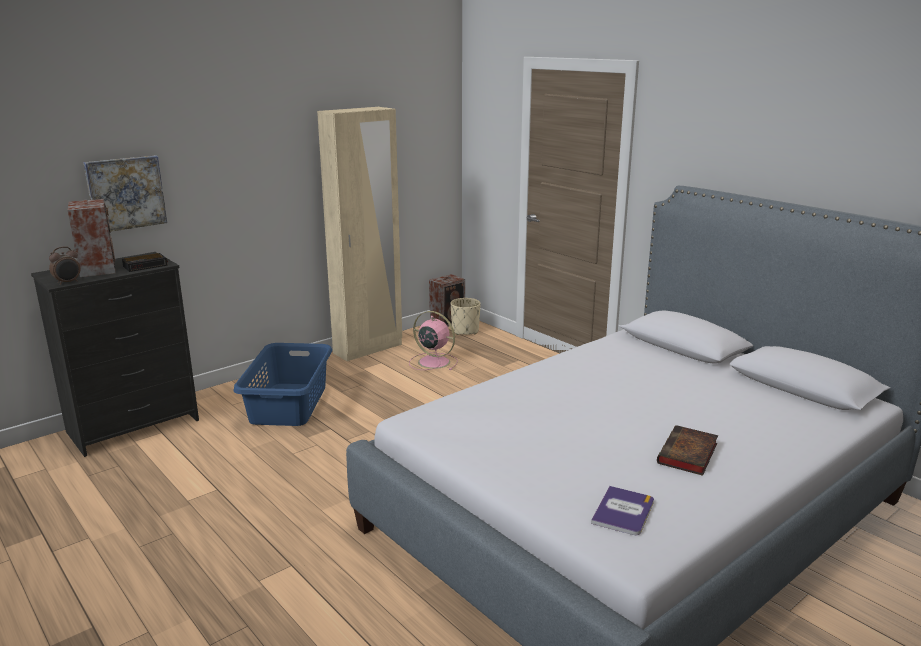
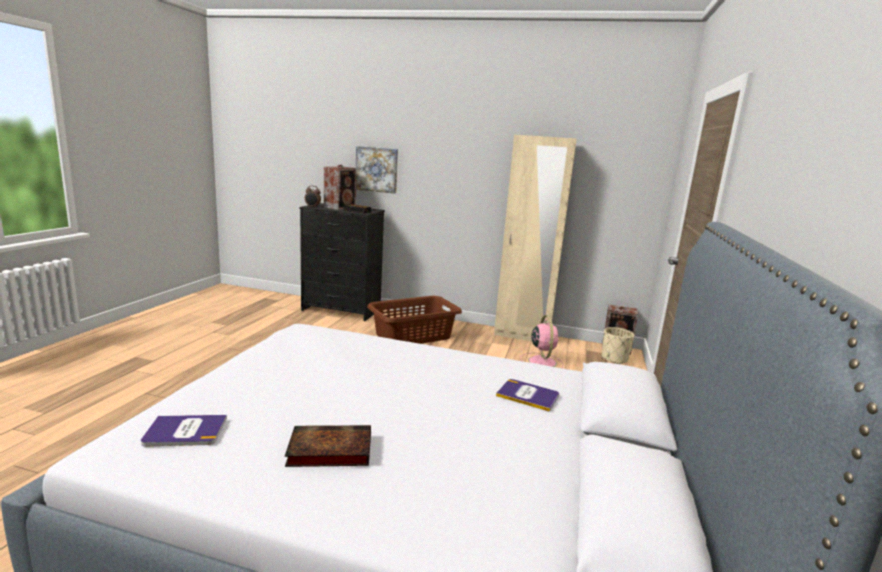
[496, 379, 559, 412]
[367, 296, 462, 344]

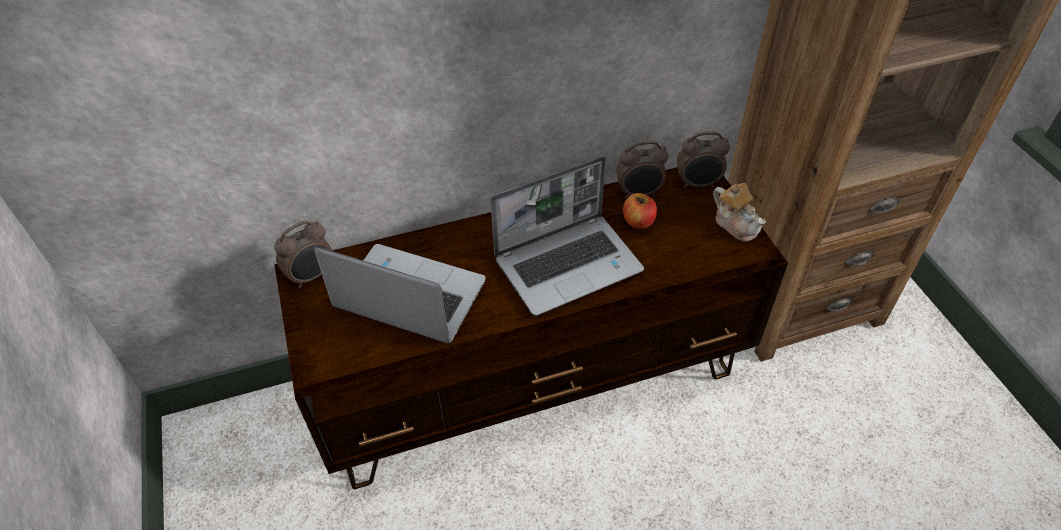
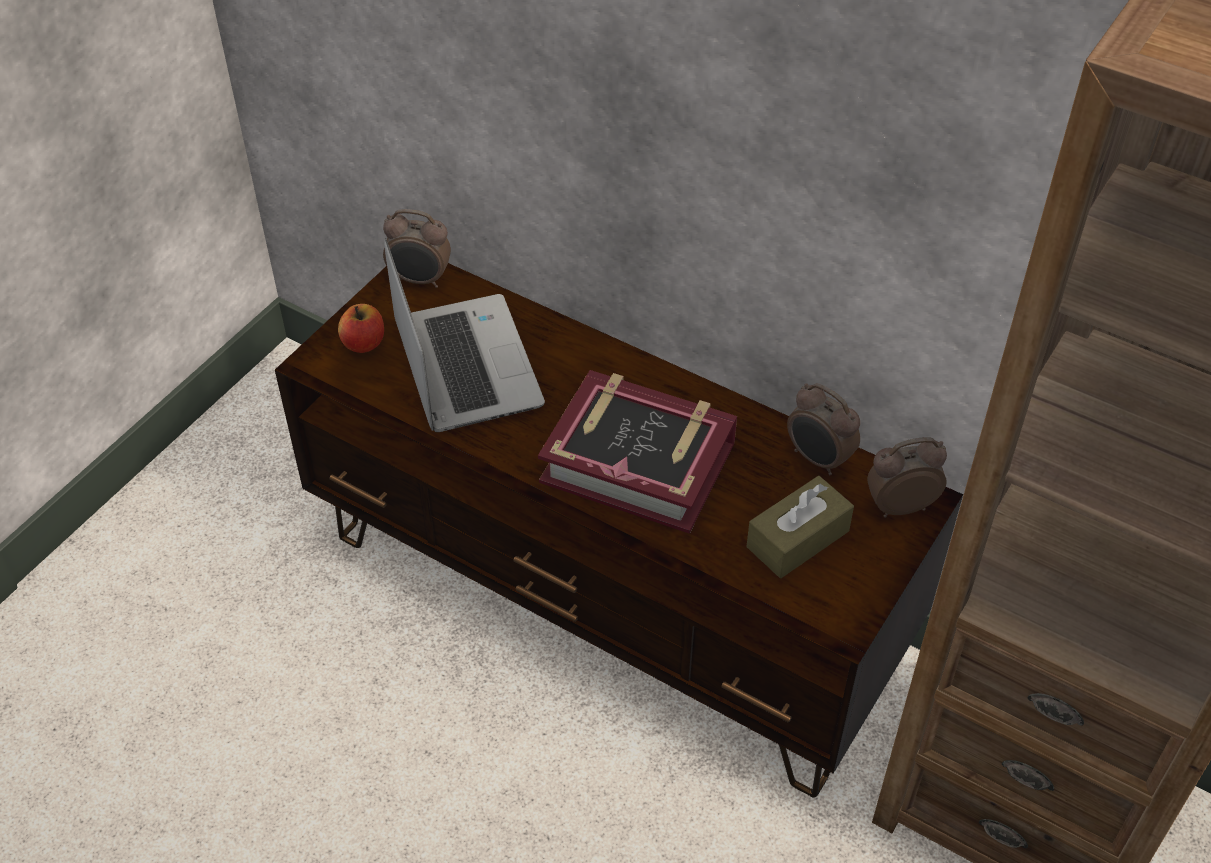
[713, 183, 766, 242] (first image)
[747, 476, 854, 578]
[338, 304, 384, 353]
[538, 370, 737, 534]
[867, 437, 947, 518]

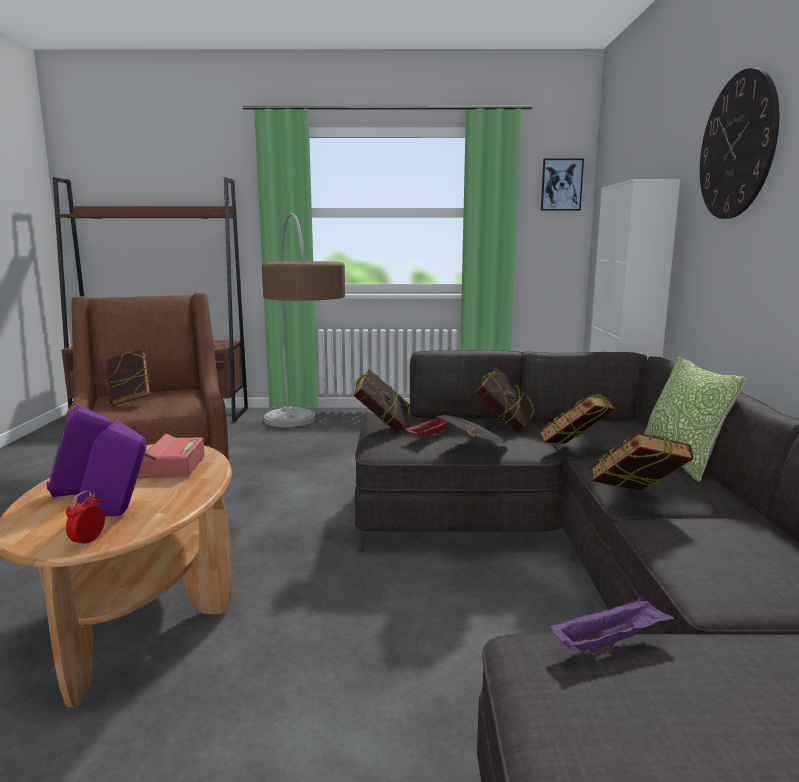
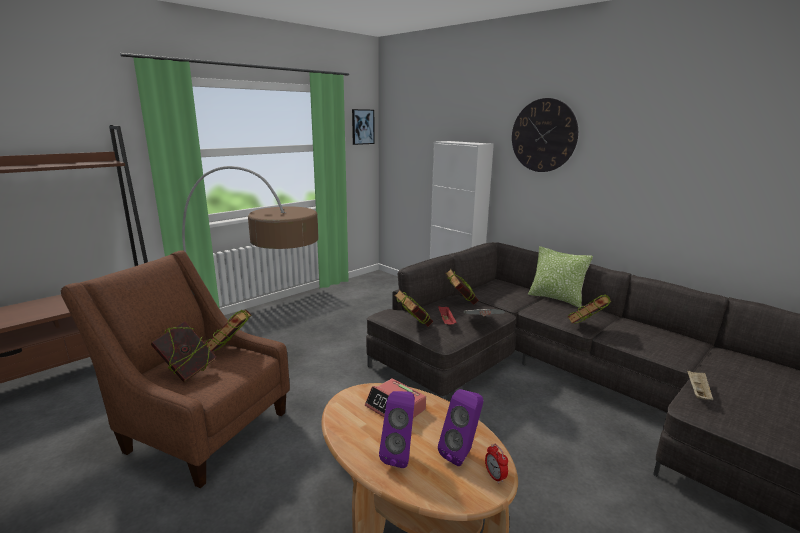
[206, 309, 251, 351]
[687, 371, 713, 400]

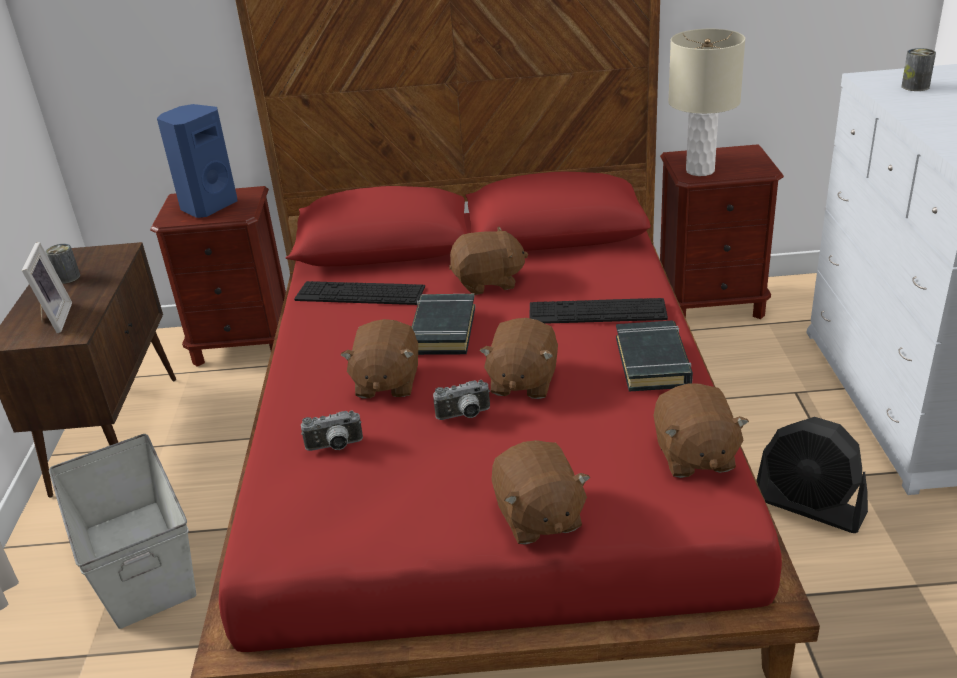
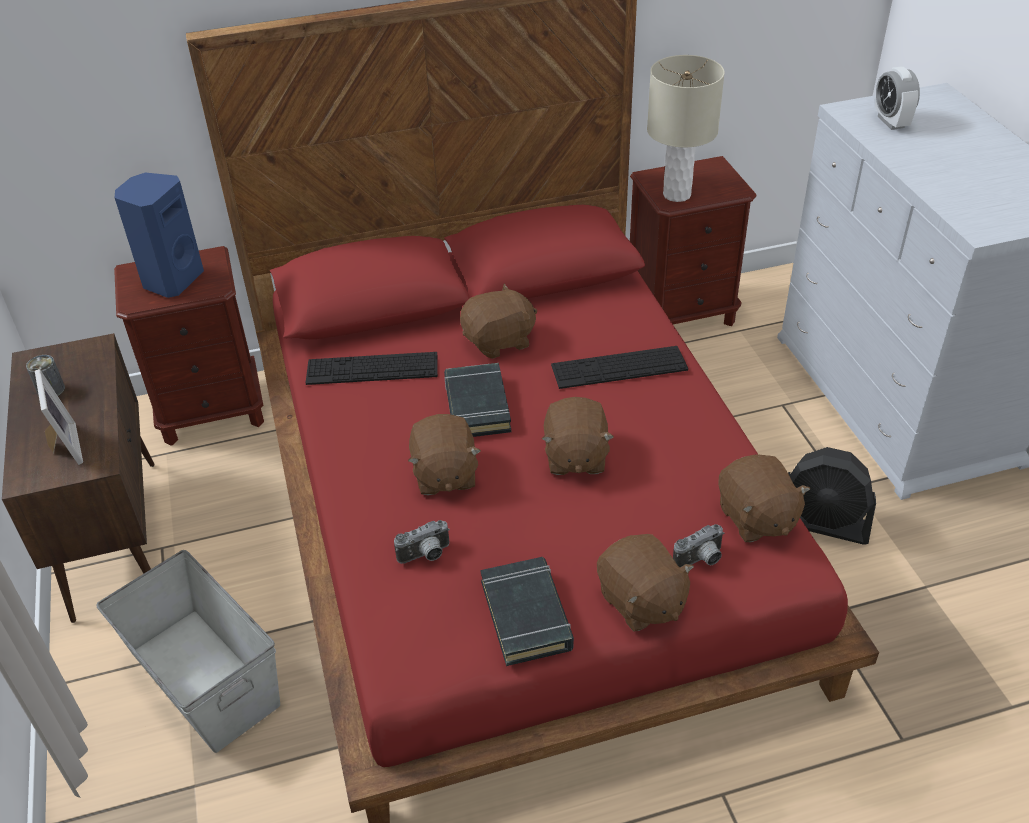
[673, 524, 724, 568]
[480, 557, 574, 666]
[875, 67, 920, 130]

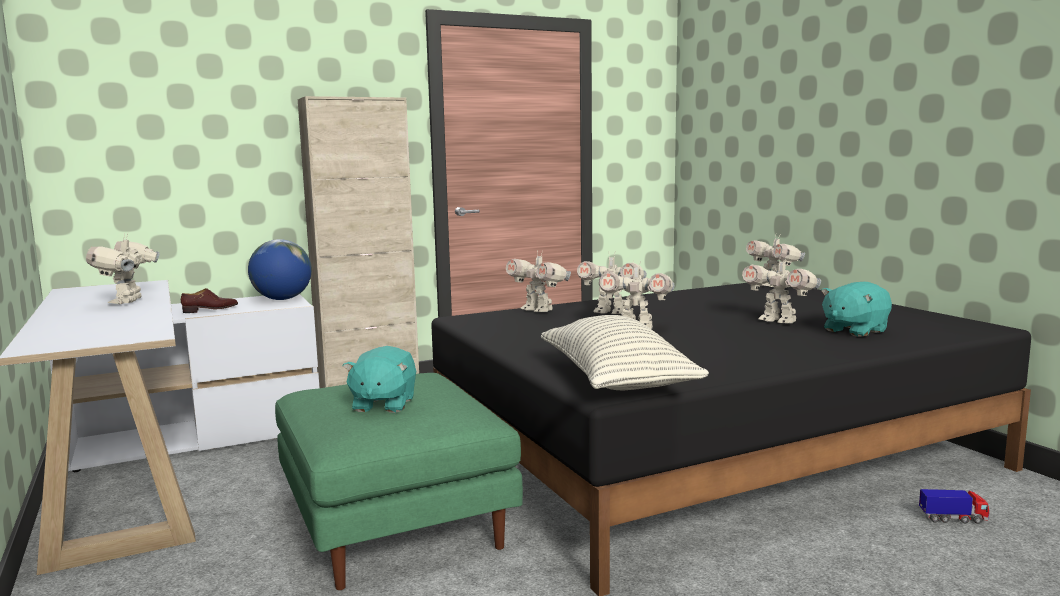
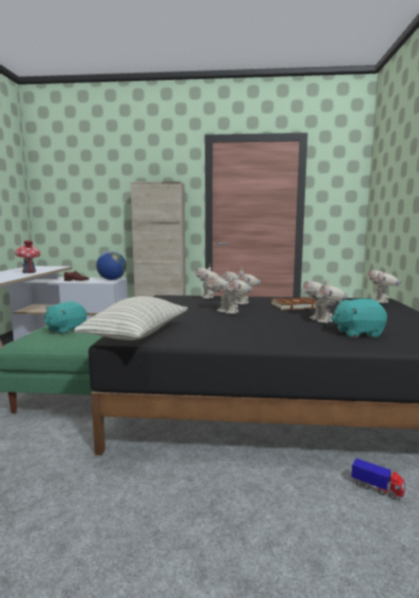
[271, 297, 317, 310]
[15, 240, 40, 273]

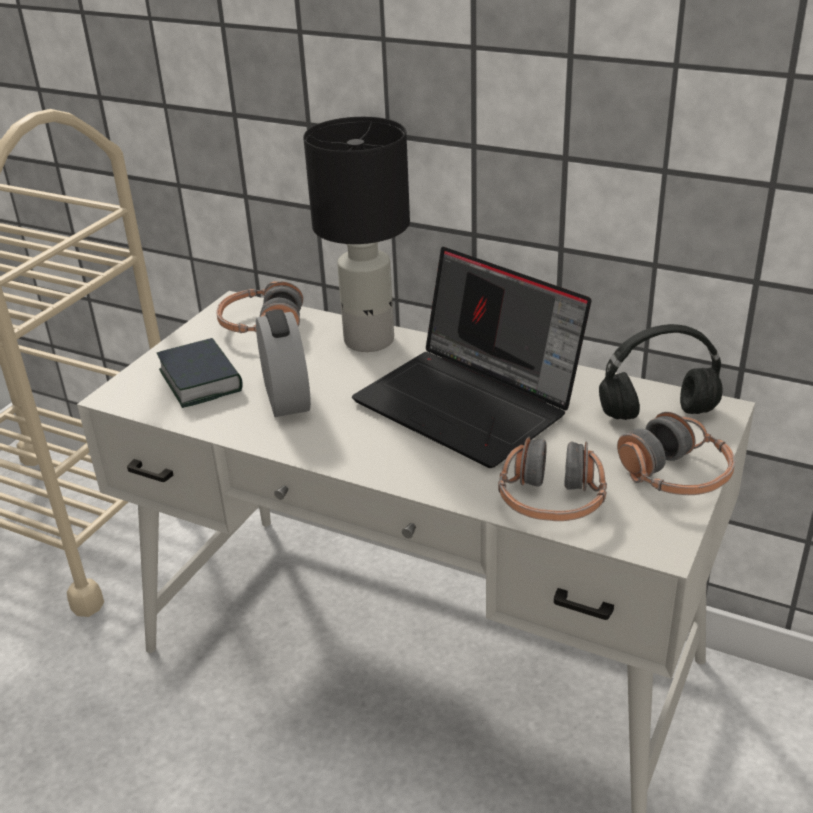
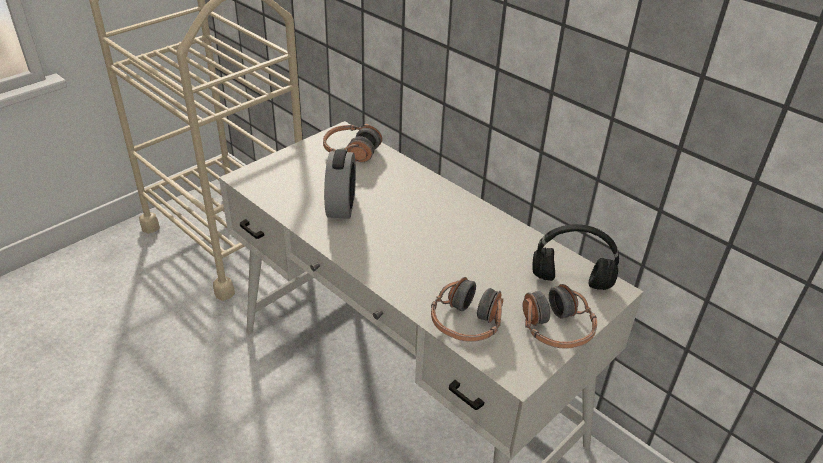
[157, 338, 243, 408] (first image)
[303, 117, 410, 352] (first image)
[352, 247, 591, 468] (first image)

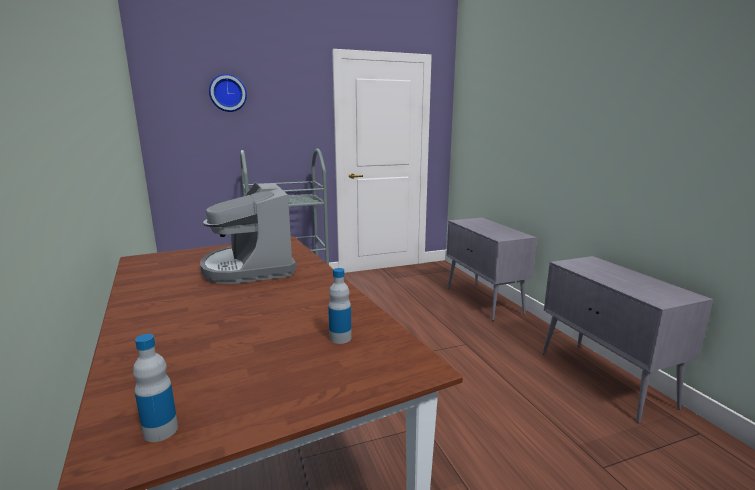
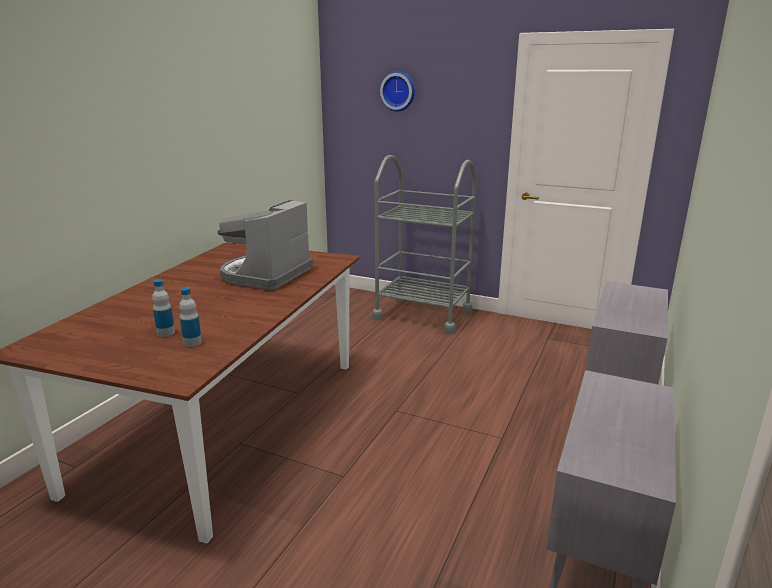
[152, 279, 175, 337]

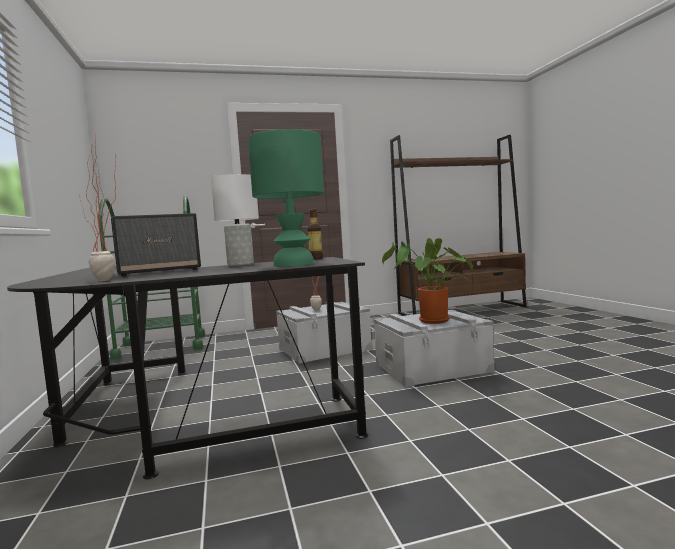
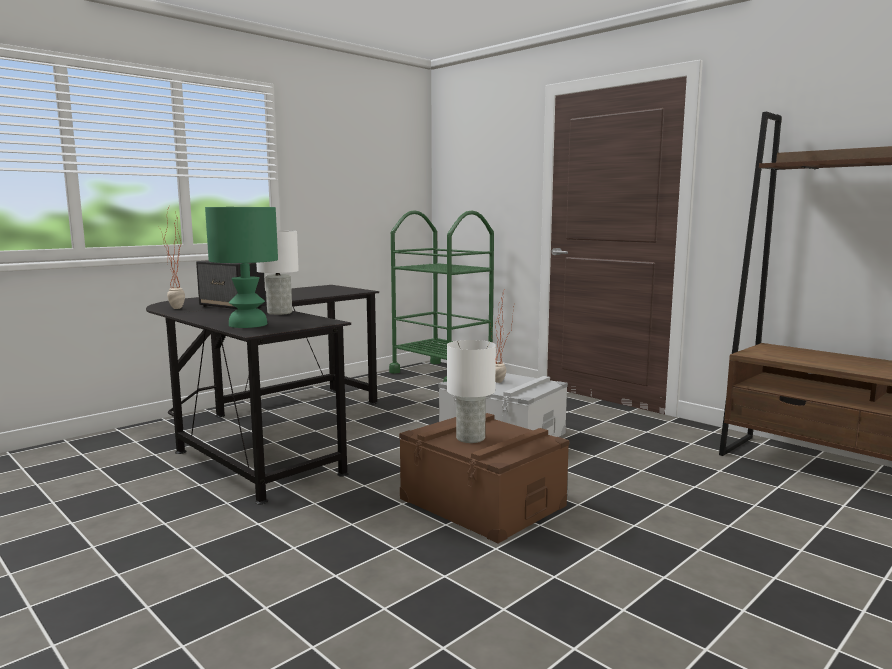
[307, 208, 323, 260] (first image)
[447, 340, 496, 443]
[399, 413, 570, 543]

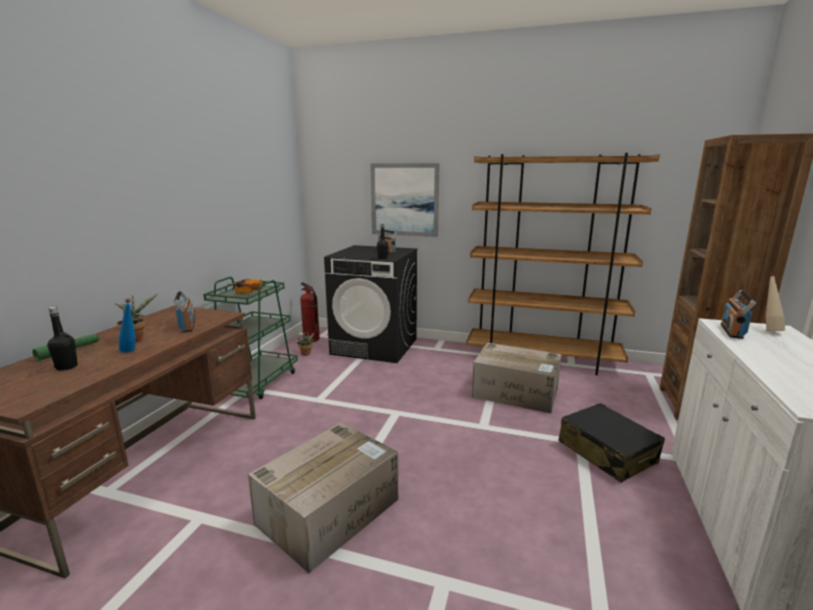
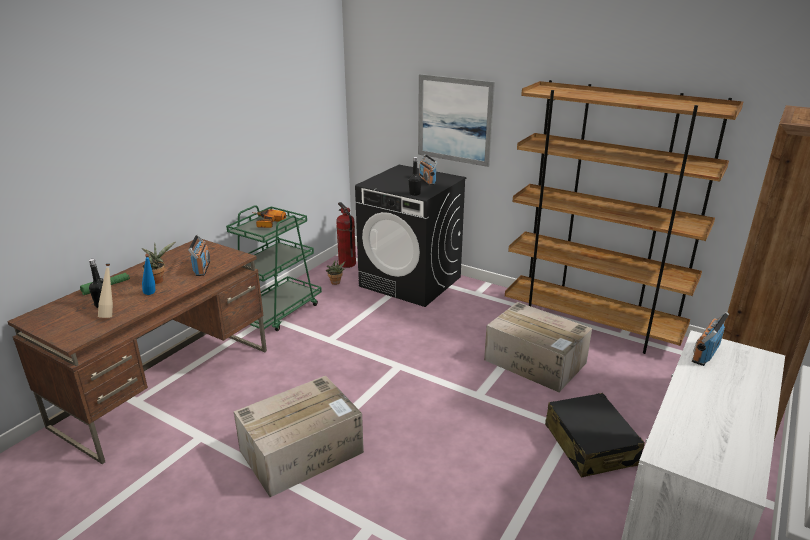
[98, 263, 113, 318]

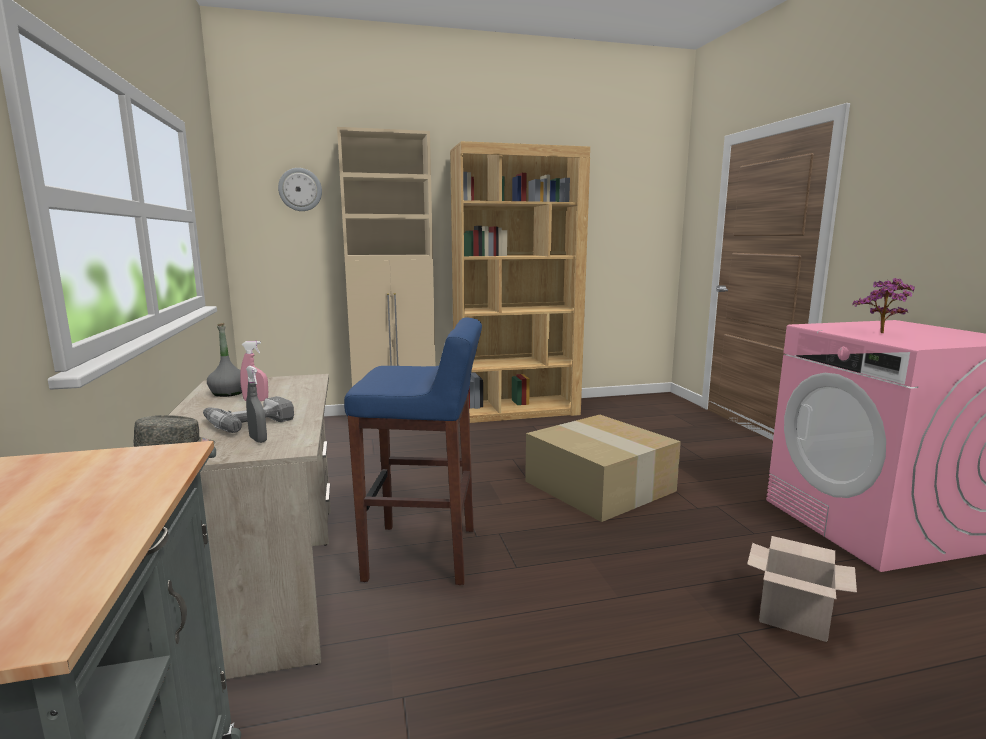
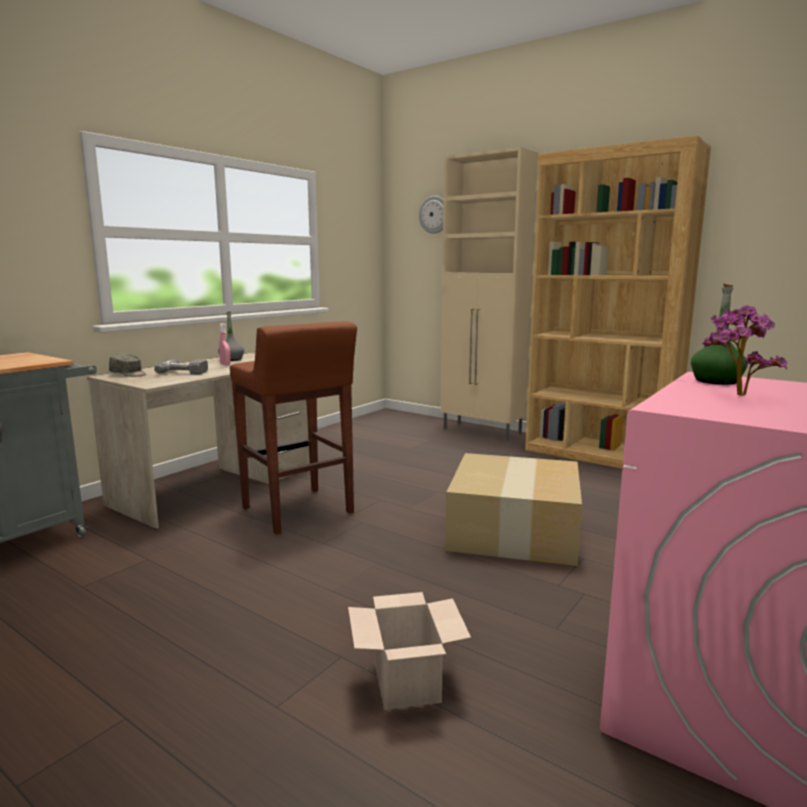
[246, 366, 267, 443] (first image)
[691, 283, 748, 385]
[230, 321, 357, 535]

